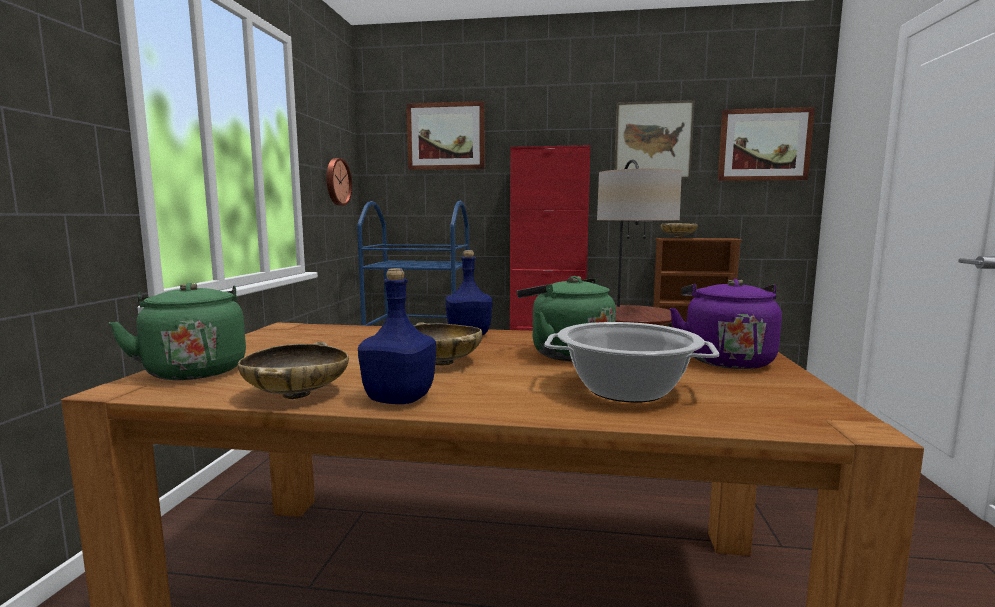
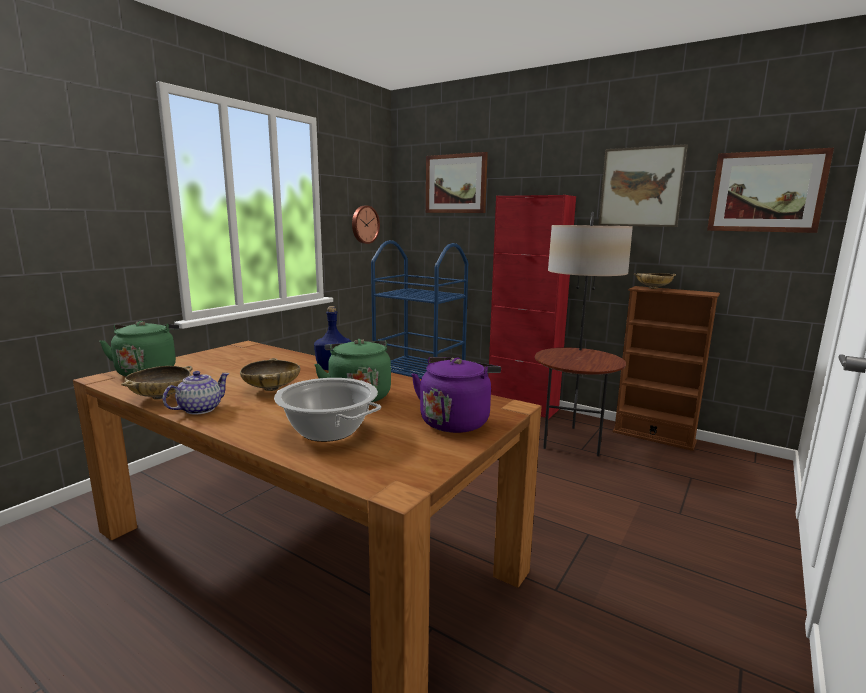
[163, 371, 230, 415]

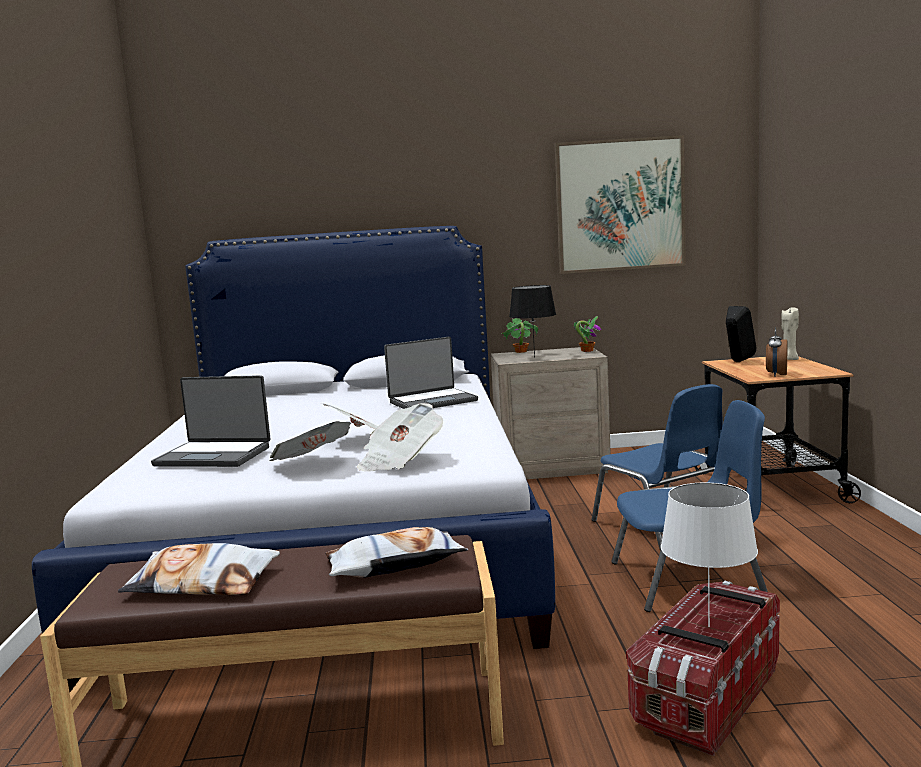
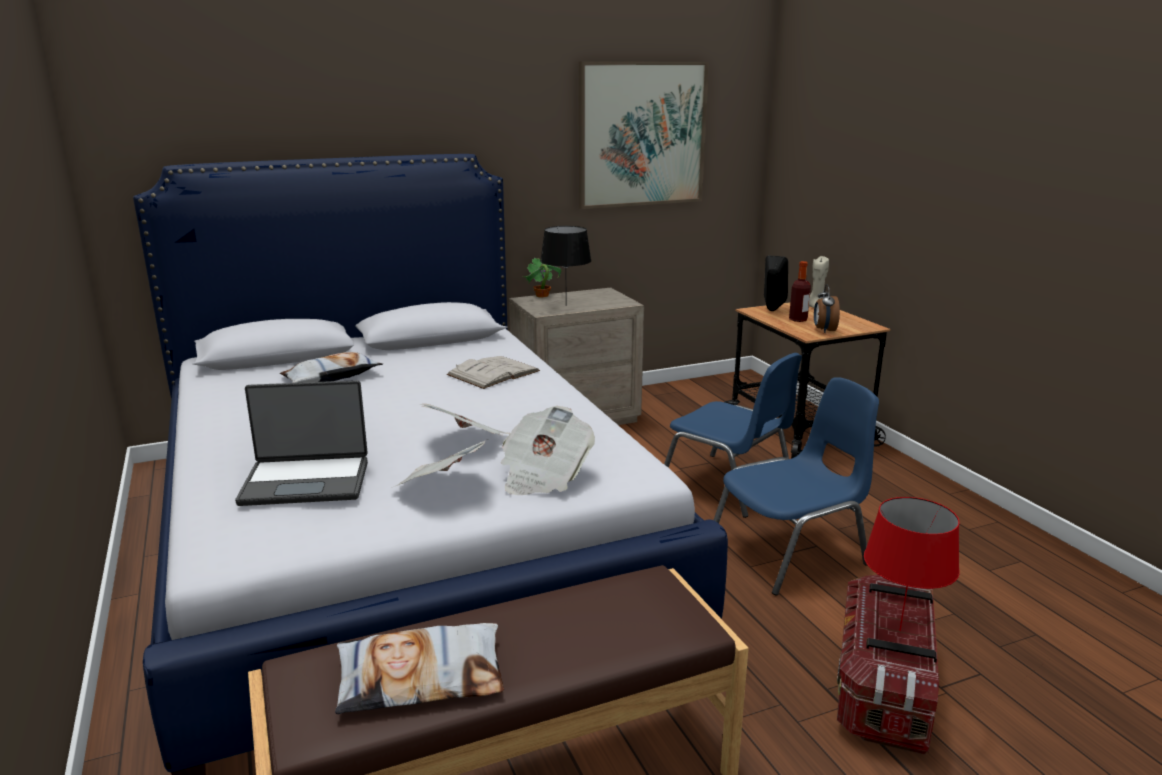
[574, 316, 601, 352] (first image)
[789, 261, 811, 322]
[280, 352, 383, 383]
[446, 356, 540, 389]
[864, 497, 960, 631]

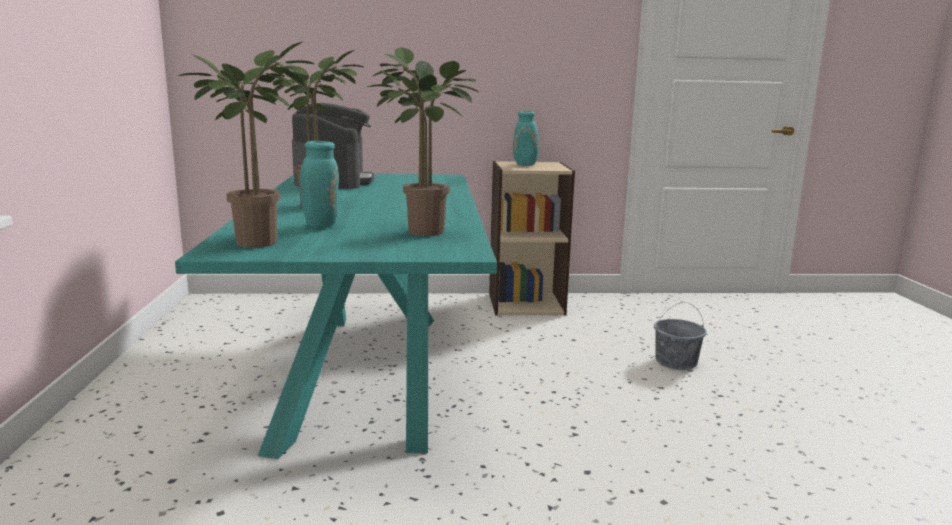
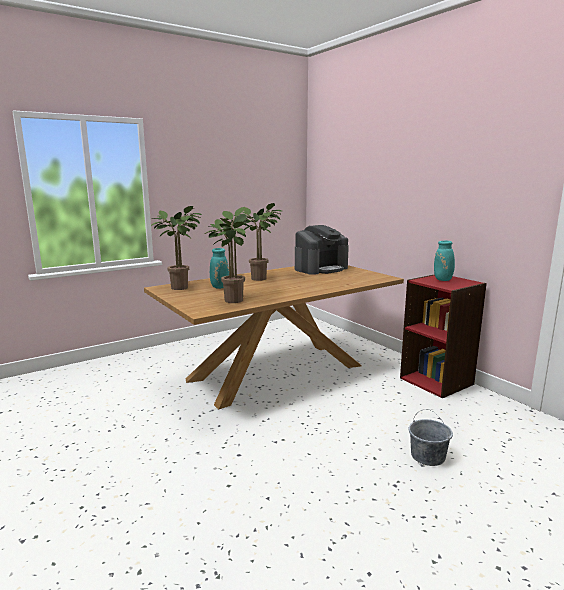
[144, 265, 404, 410]
[400, 274, 487, 398]

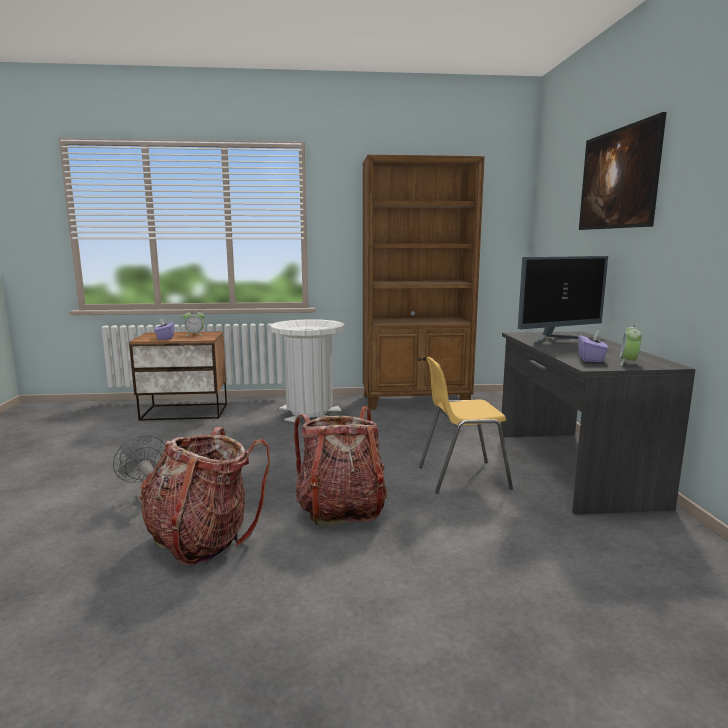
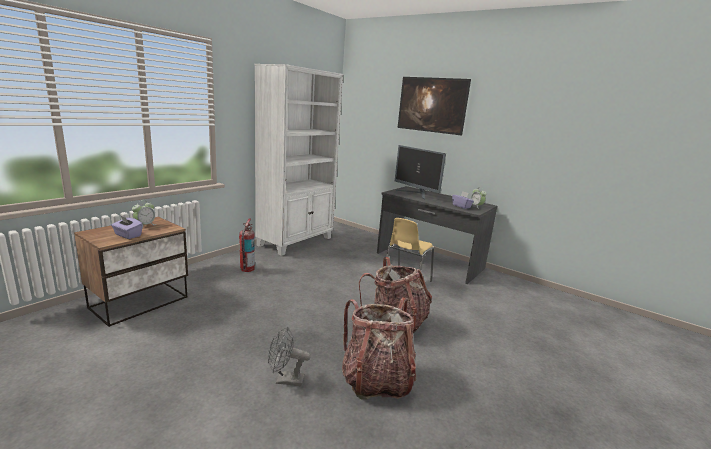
[239, 218, 255, 272]
[255, 64, 343, 256]
[395, 145, 446, 200]

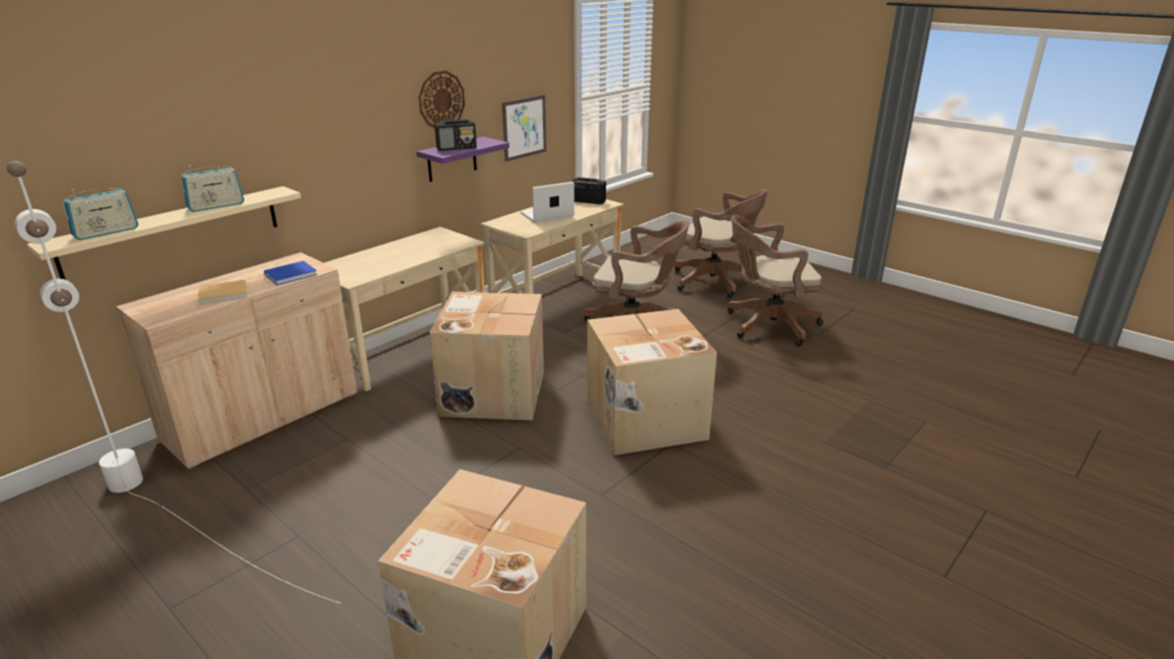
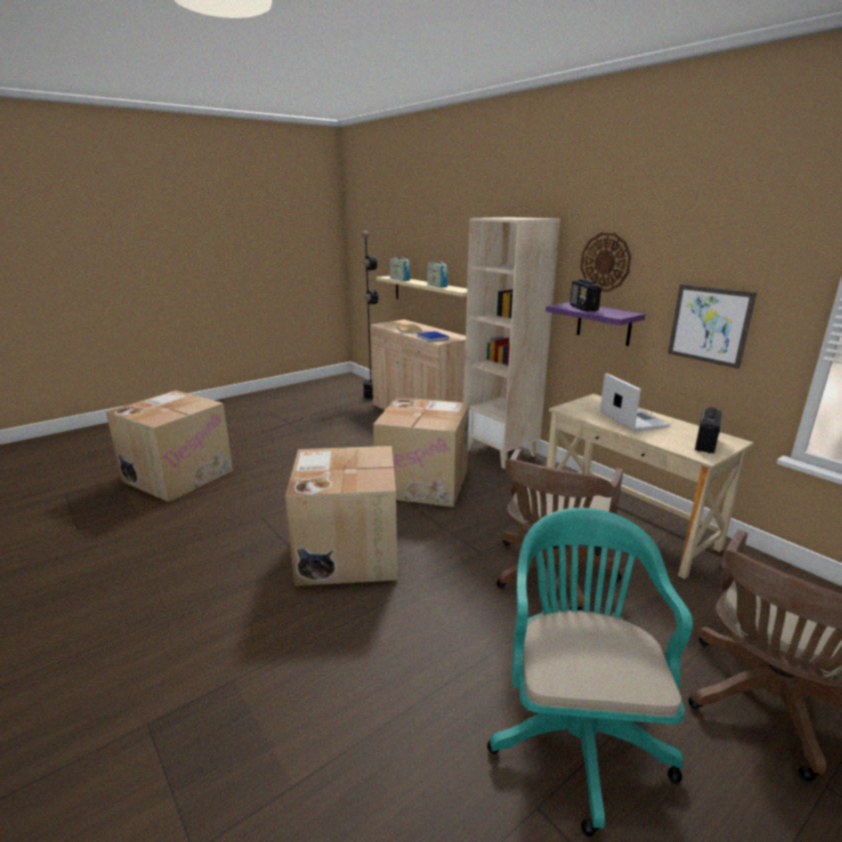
[464, 217, 560, 469]
[241, 231, 378, 442]
[487, 508, 693, 837]

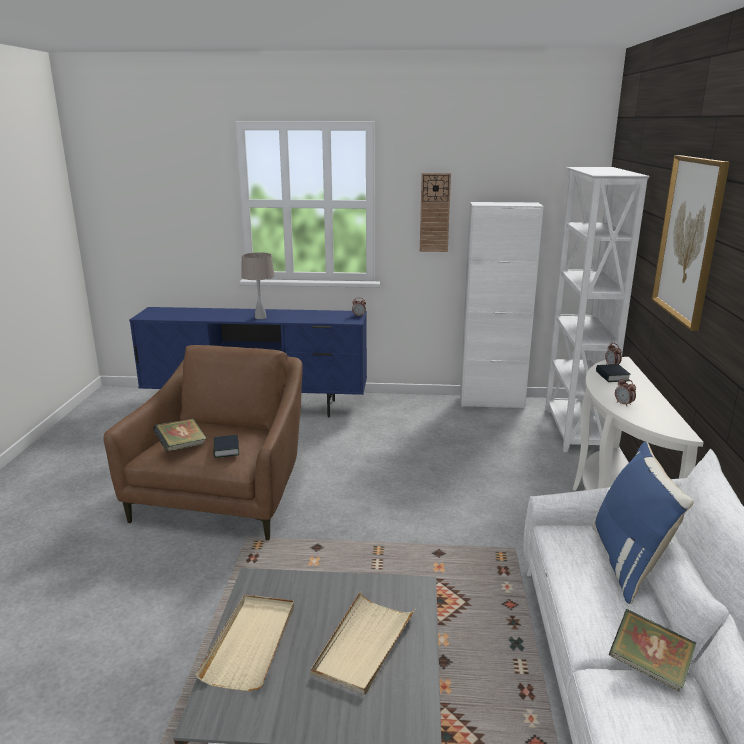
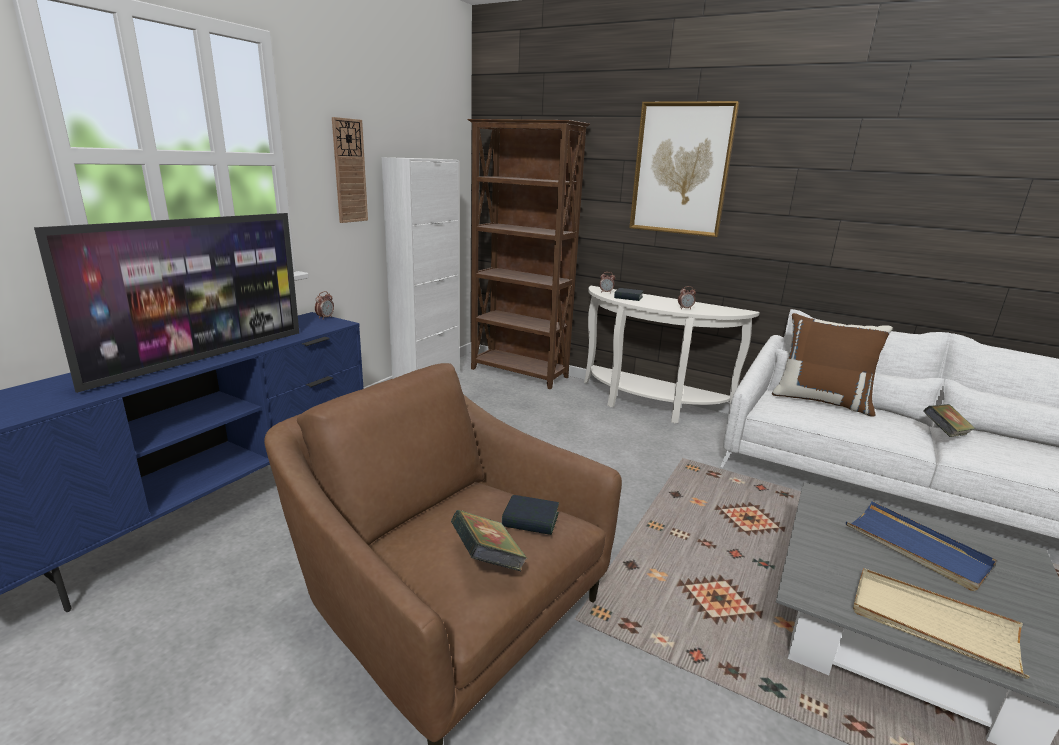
[34, 213, 299, 393]
[846, 501, 997, 591]
[467, 119, 590, 389]
[772, 313, 893, 417]

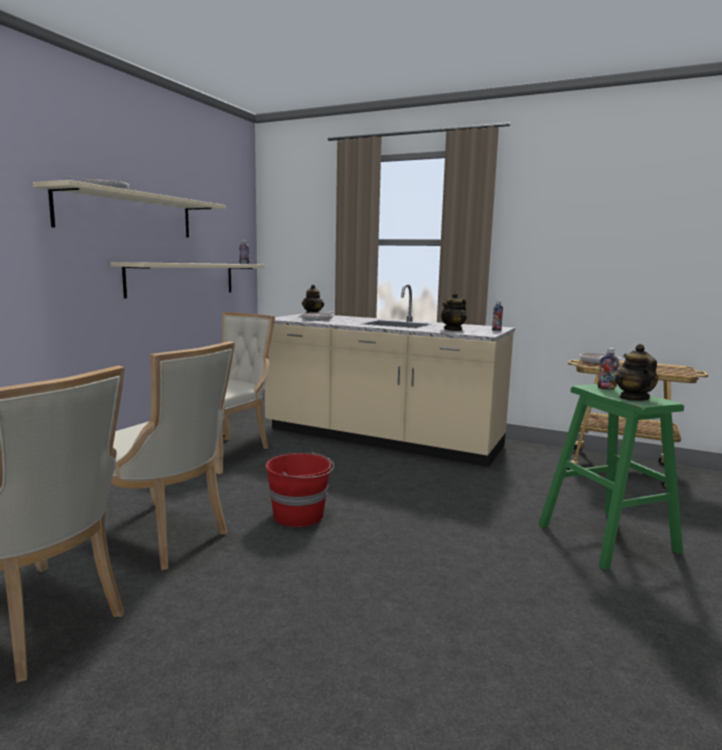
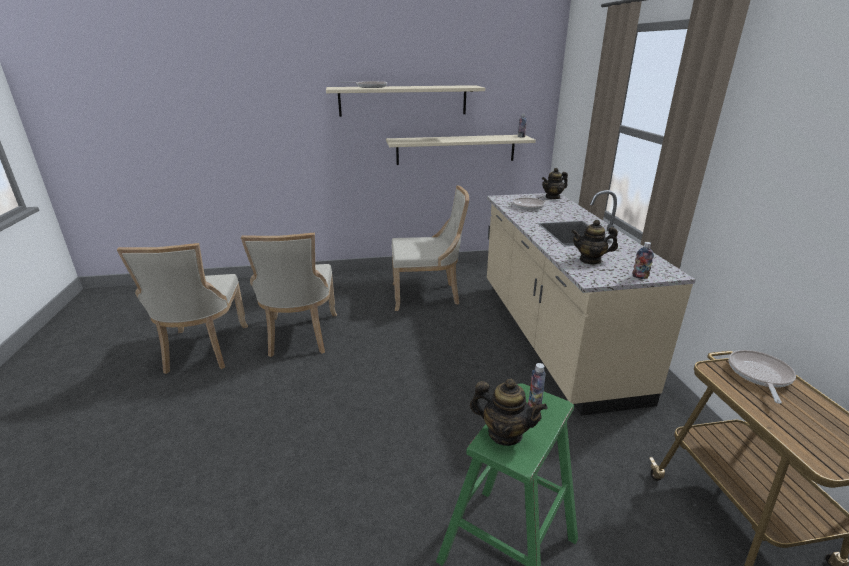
[266, 452, 334, 527] (first image)
[470, 378, 548, 446]

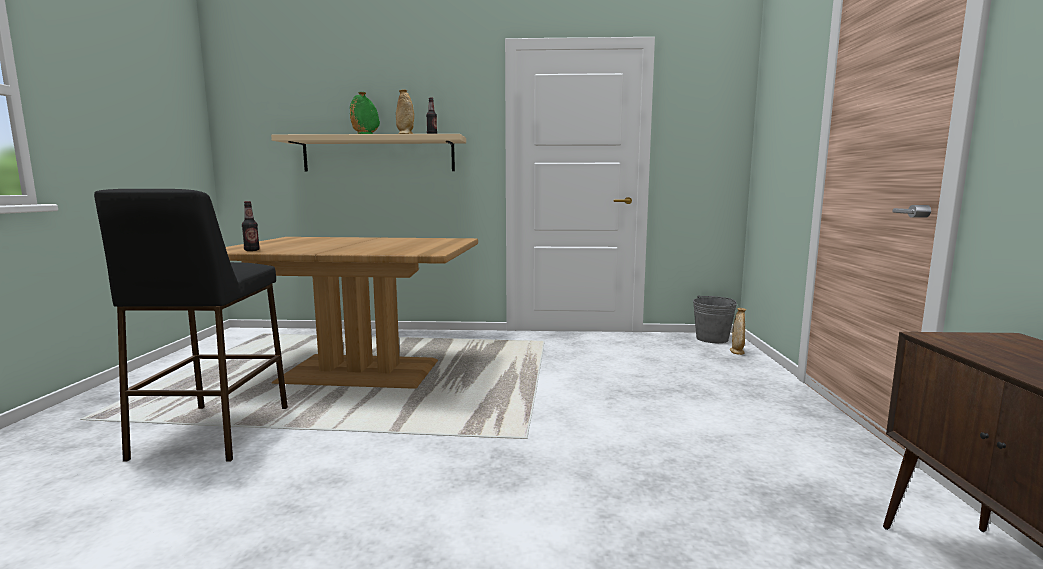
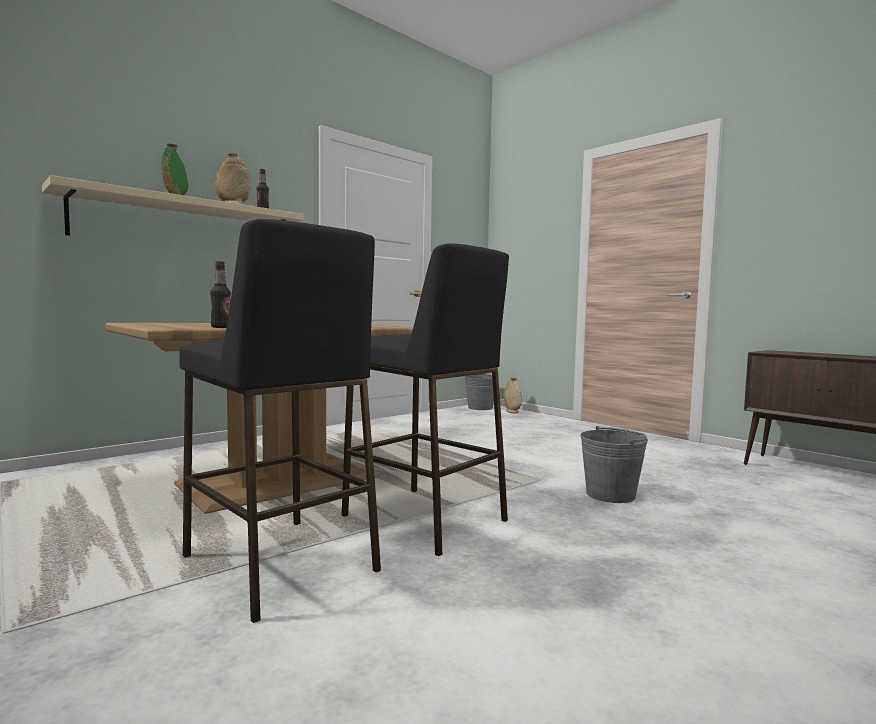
[341, 243, 509, 556]
[580, 426, 648, 503]

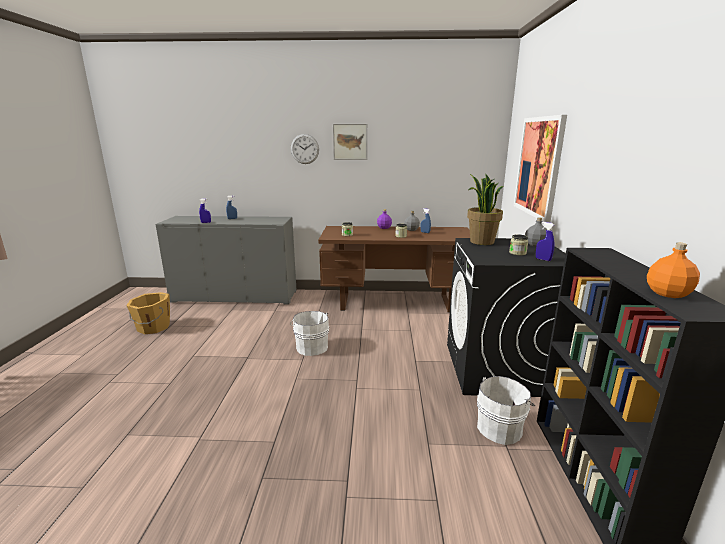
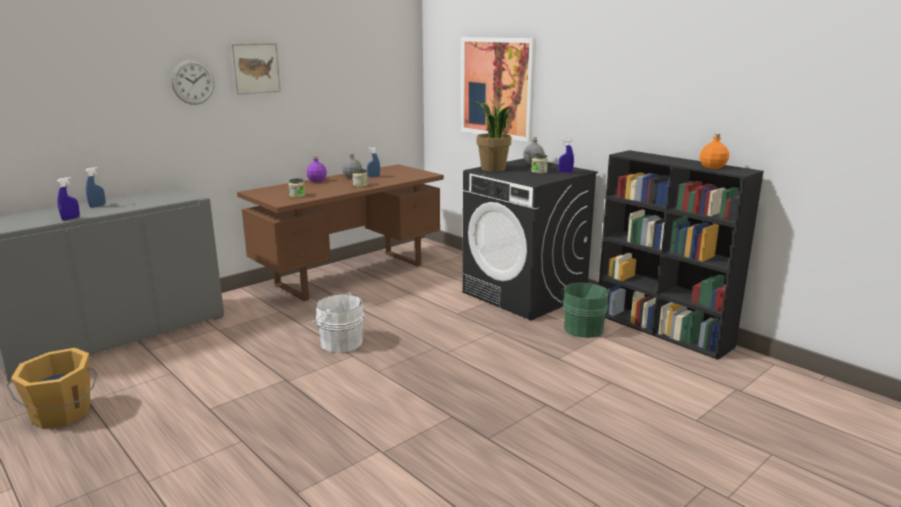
[561, 283, 611, 338]

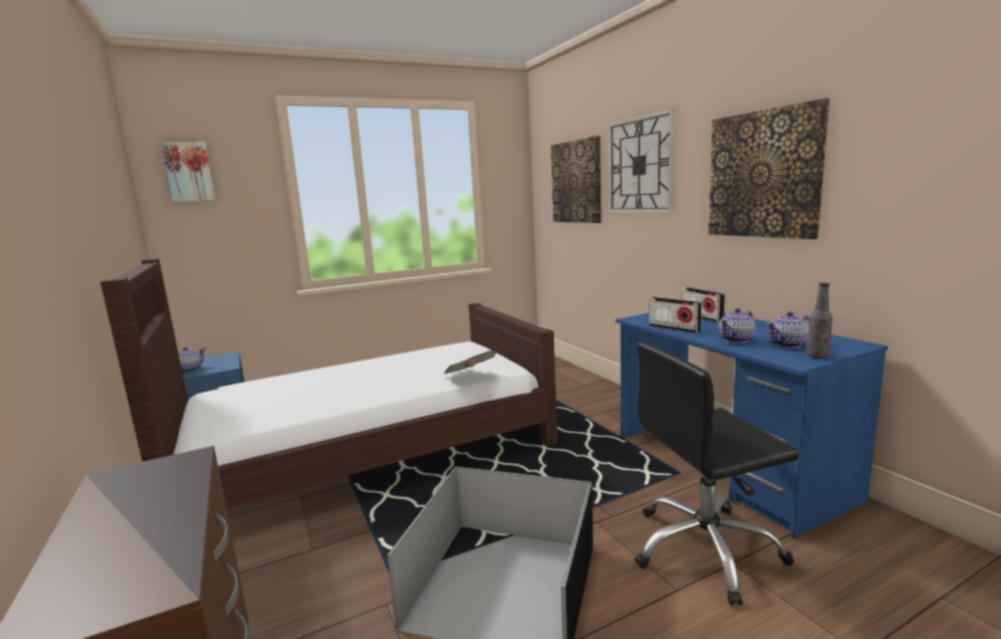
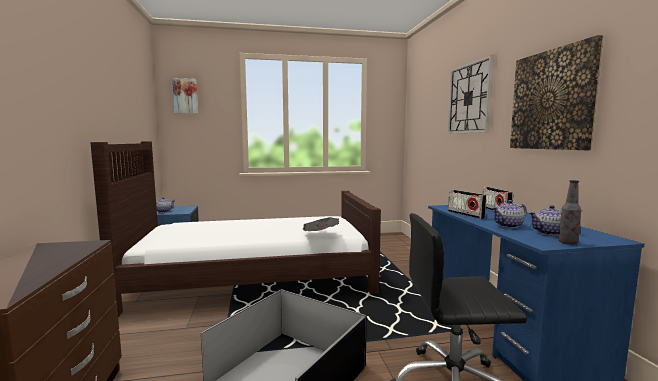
[551, 136, 602, 223] (first image)

